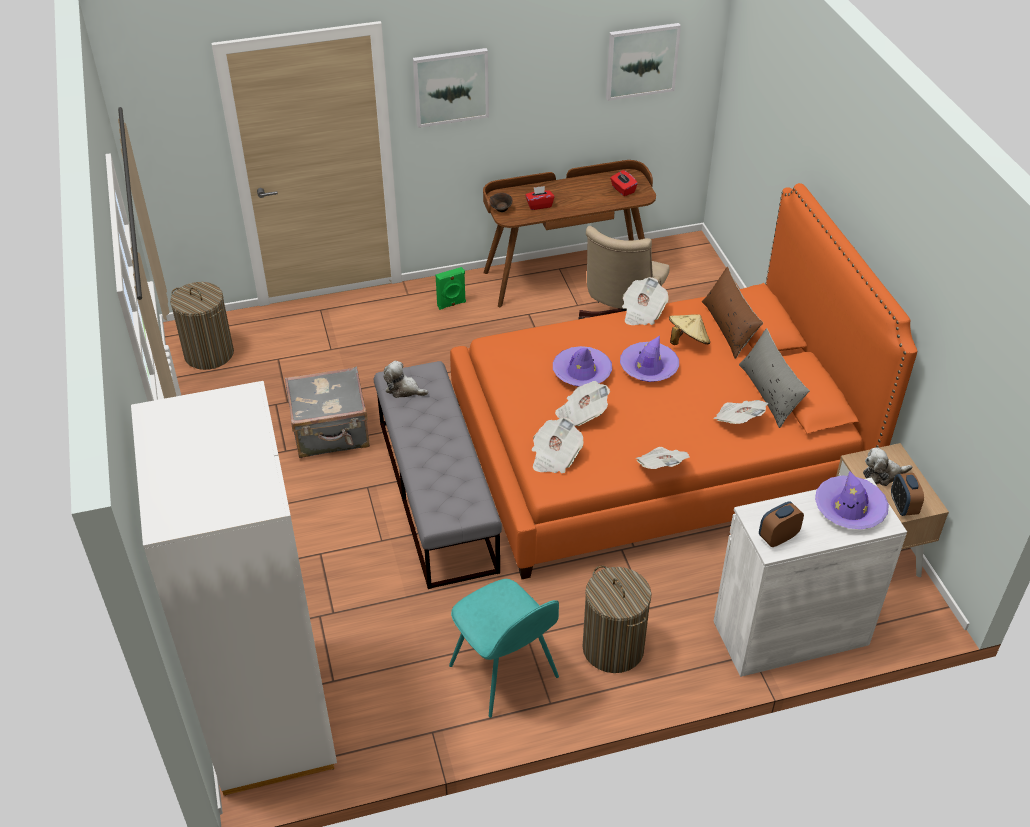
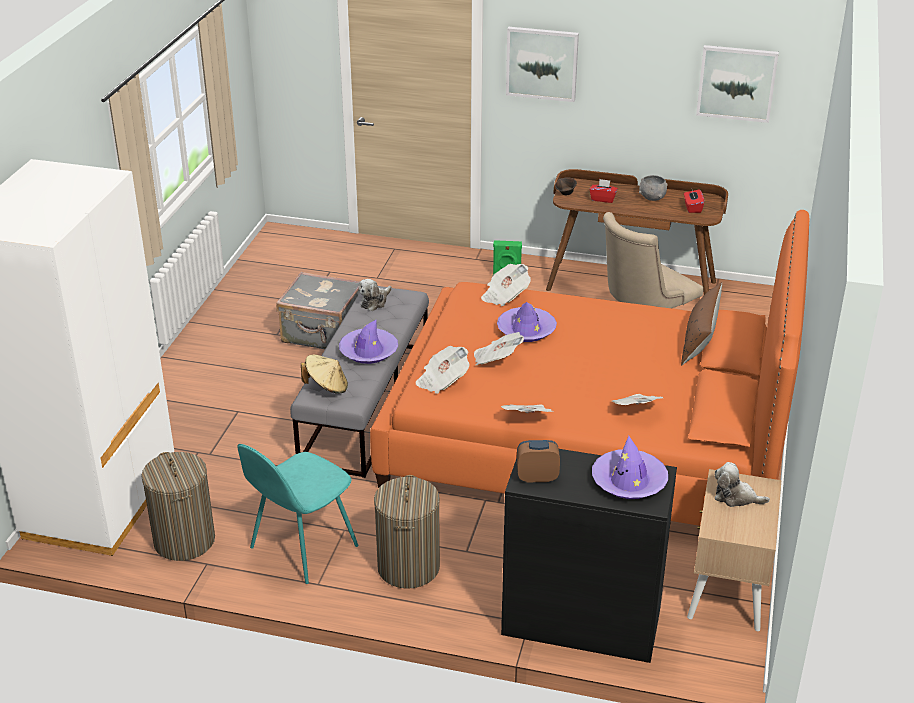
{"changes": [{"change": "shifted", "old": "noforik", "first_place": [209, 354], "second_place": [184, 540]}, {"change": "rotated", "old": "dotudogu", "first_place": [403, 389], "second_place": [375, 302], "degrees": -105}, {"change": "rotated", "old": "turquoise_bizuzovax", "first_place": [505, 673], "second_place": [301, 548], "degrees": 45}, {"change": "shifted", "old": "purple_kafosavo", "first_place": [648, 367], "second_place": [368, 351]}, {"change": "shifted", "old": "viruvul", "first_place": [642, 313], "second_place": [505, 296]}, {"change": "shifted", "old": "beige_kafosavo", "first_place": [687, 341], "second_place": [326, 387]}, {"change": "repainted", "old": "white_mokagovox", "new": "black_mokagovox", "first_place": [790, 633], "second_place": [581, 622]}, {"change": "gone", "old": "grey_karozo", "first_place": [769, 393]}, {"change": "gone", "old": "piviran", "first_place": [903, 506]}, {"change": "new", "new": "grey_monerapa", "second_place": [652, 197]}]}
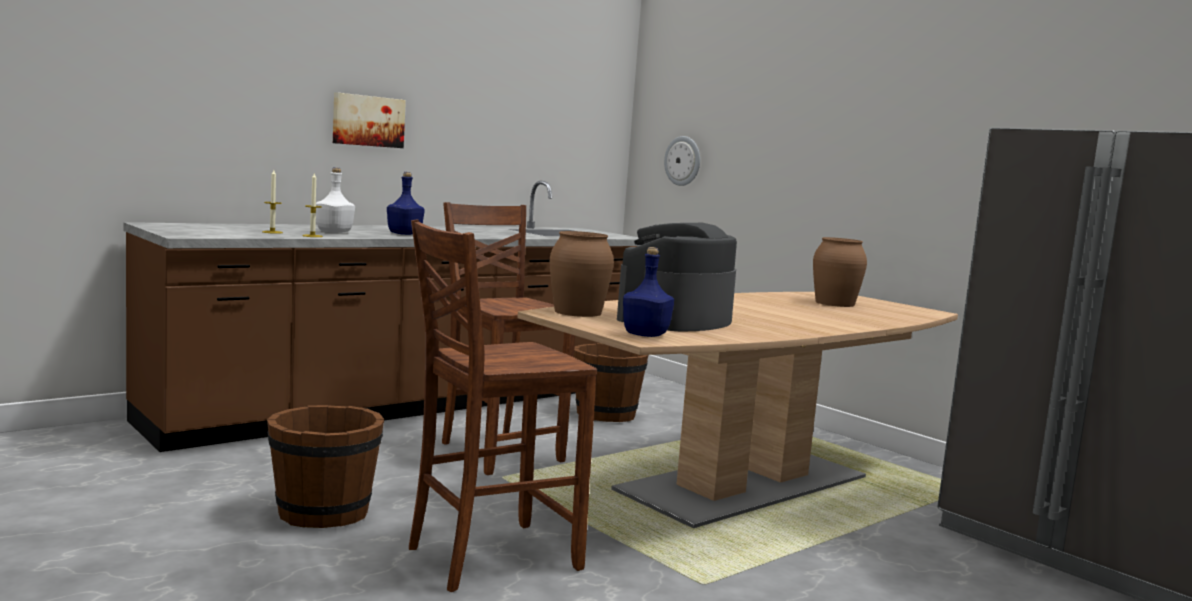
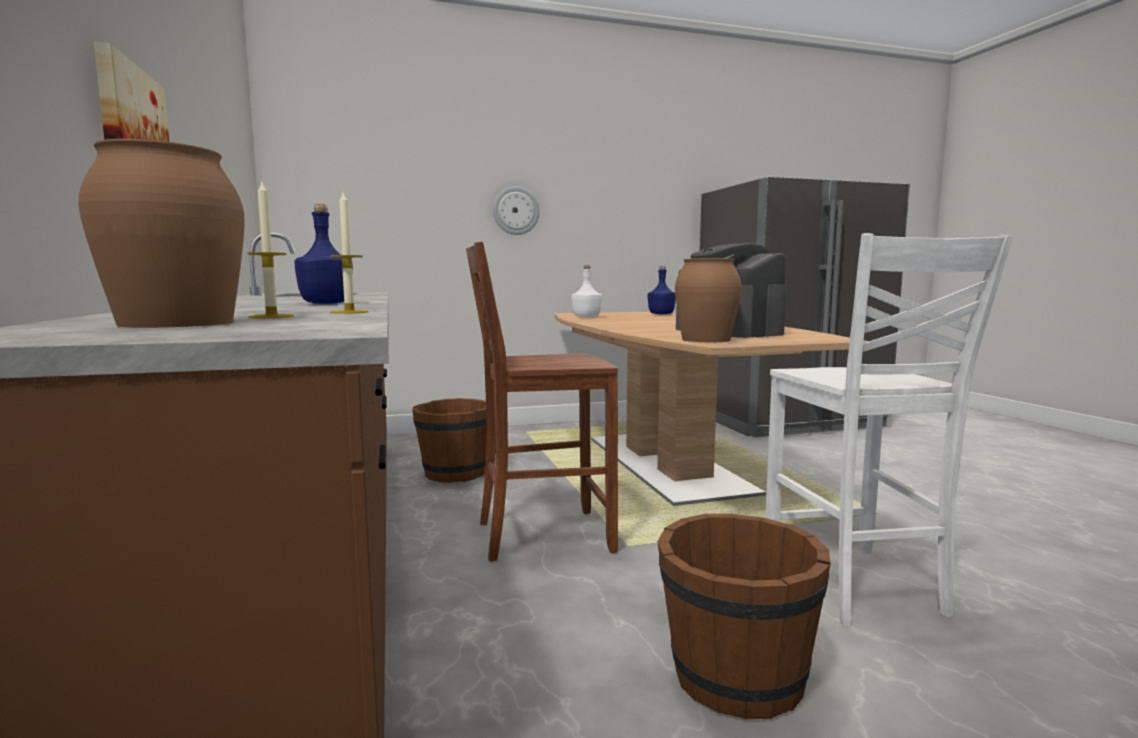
{"changes": [{"change": "shifted", "old": "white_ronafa", "first_place": [334, 232], "second_place": [587, 317]}, {"change": "repainted", "old": "brown_bizuzovax", "new": "white_bizuzovax", "first_place": [488, 557], "second_place": [853, 585]}, {"change": "shifted", "old": "blue_ronafa", "first_place": [644, 335], "second_place": [661, 314]}, {"change": "shifted", "old": "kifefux", "first_place": [683, 161], "second_place": [516, 211]}, {"change": "shifted", "old": "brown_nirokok", "first_place": [835, 303], "second_place": [177, 323]}]}
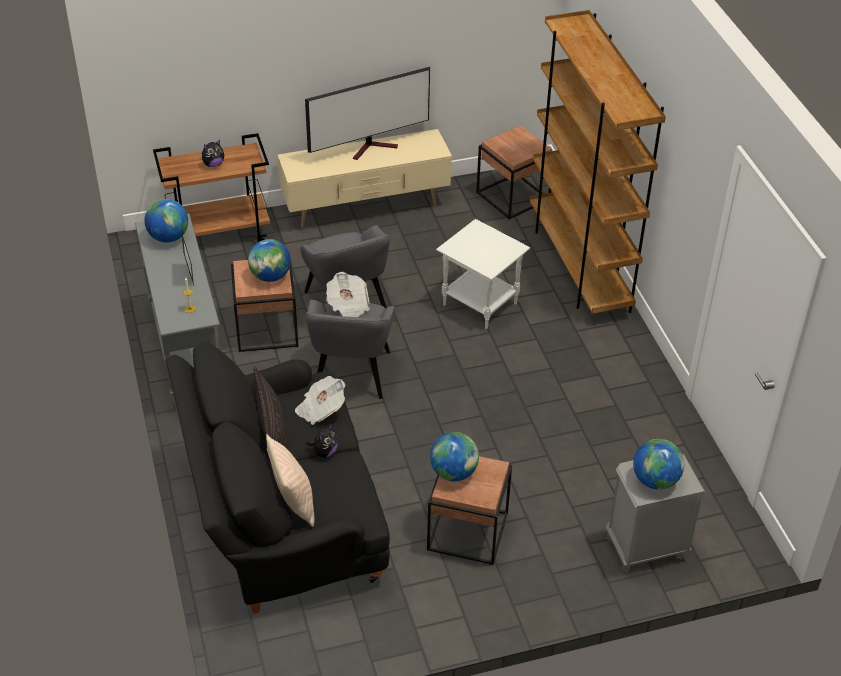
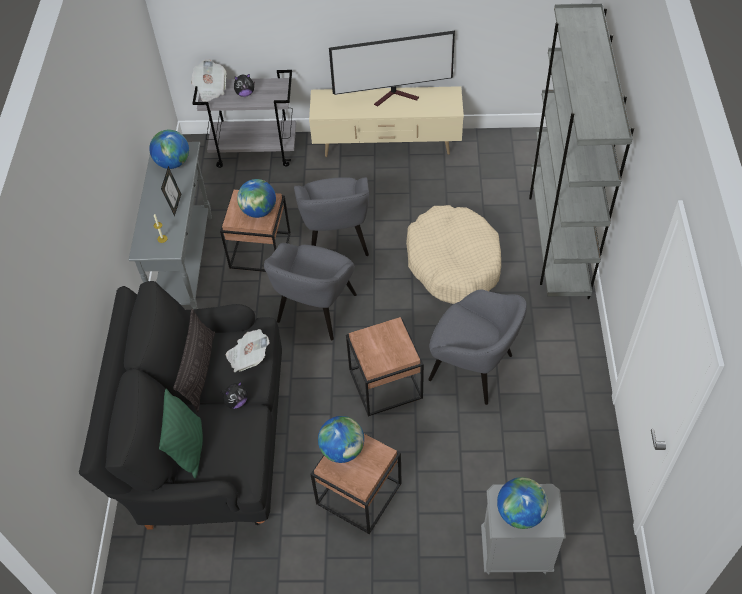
{"changes": [{"change": "repainted", "old": "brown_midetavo", "new": "grey_midetavo", "first_place": [220, 234], "second_place": [255, 150]}, {"change": "repainted", "old": "beige_karozo", "new": "green_karozo", "first_place": [294, 502], "second_place": [189, 448]}, {"change": "shifted", "old": "viruvul", "first_place": [348, 306], "second_place": [210, 89]}, {"change": "swapped", "old": "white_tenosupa", "new": "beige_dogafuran", "first_place": [480, 304], "second_place": [453, 263]}, {"change": "shifted", "old": "brown_tenosupa", "first_place": [514, 196], "second_place": [386, 384]}, {"change": "repainted", "old": "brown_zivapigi", "new": "grey_zivapigi", "first_place": [579, 265], "second_place": [557, 239]}, {"change": "new", "new": "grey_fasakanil", "second_place": [473, 368]}]}
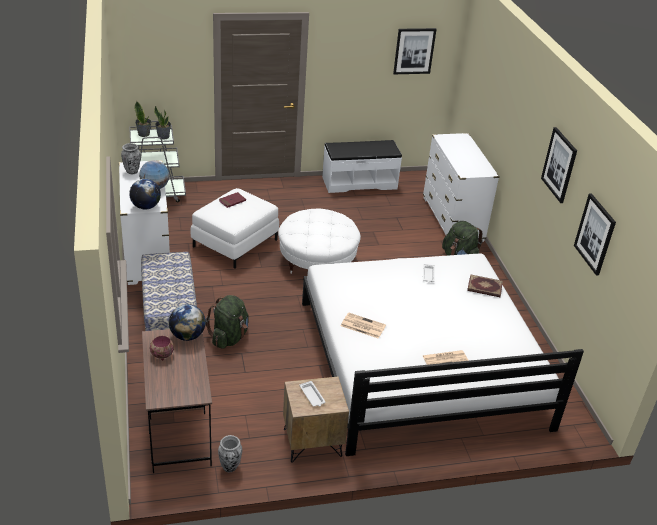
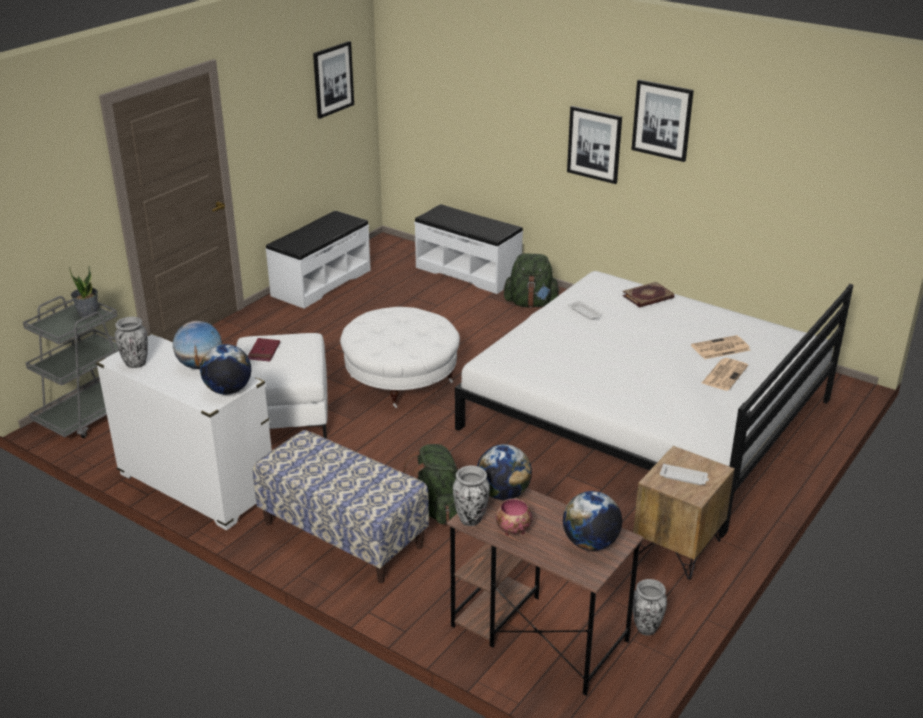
{"changes": [{"change": "gone", "old": "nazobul", "first_place": [144, 134]}, {"change": "shifted", "old": "viruvul", "first_place": [362, 326], "second_place": [720, 348]}, {"change": "swapped", "old": "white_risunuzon", "new": "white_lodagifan", "first_place": [452, 219], "second_place": [468, 272]}, {"change": "shifted", "old": "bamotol", "first_place": [595, 234], "second_place": [594, 144]}, {"change": "new", "new": "nirokok", "second_place": [471, 519]}, {"change": "new", "new": "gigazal", "second_place": [590, 543]}]}
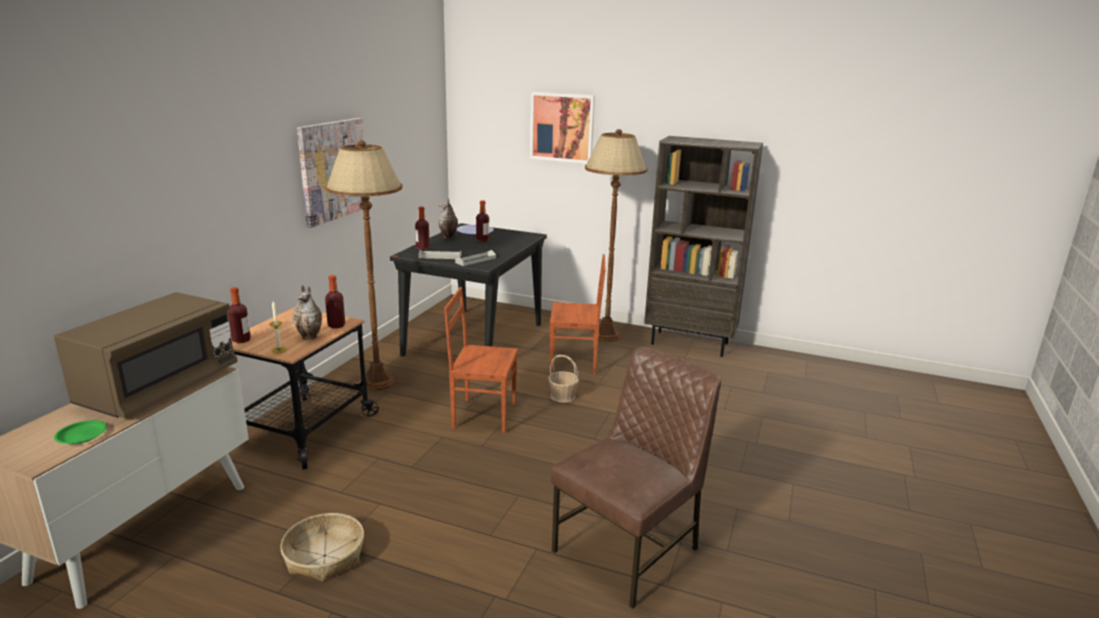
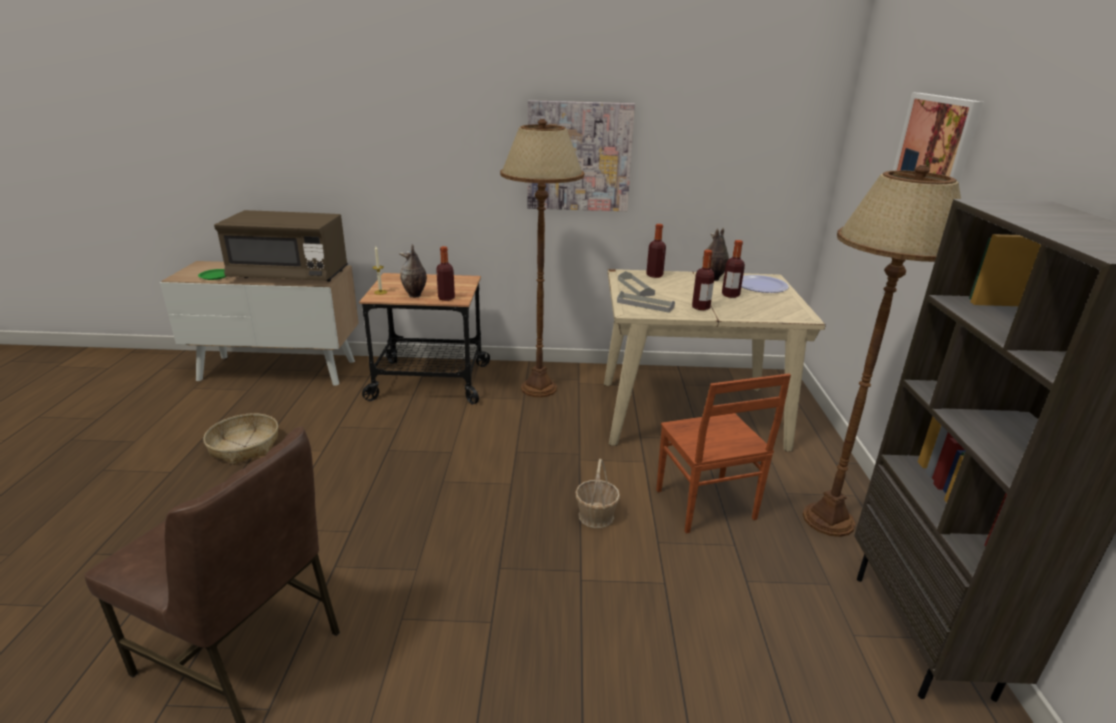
{"changes": [{"change": "shifted", "old": "ronafa", "first_place": [241, 340], "second_place": [700, 307]}, {"change": "repainted", "old": "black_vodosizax", "new": "beige_vodosizax", "first_place": [474, 339], "second_place": [688, 414]}, {"change": "gone", "old": "brown_bizuzovax", "first_place": [483, 414]}]}
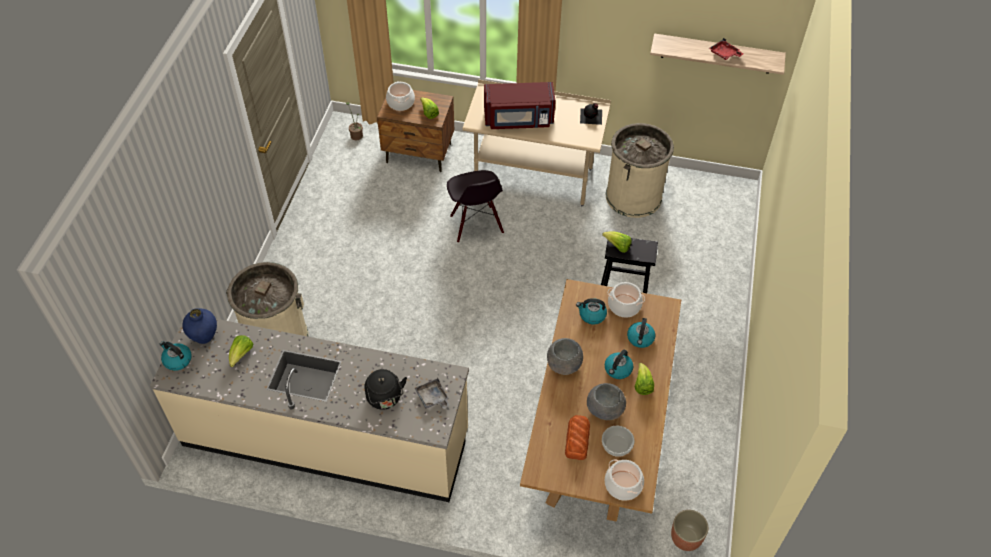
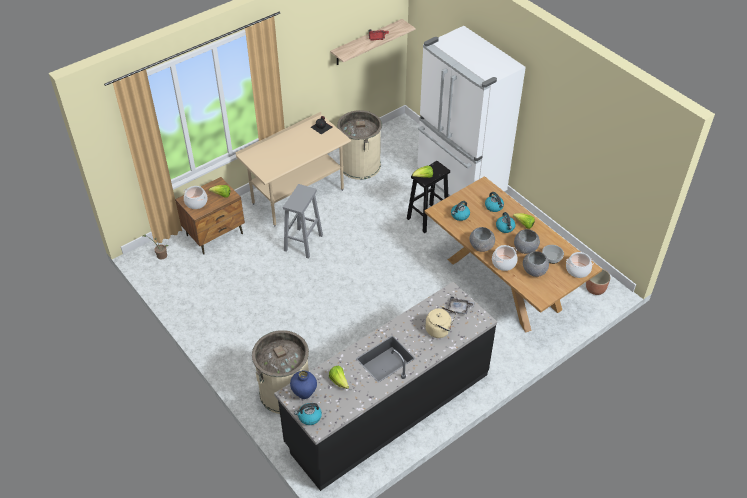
{"changes": [{"change": "repainted", "old": "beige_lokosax", "new": "black_lokosax", "first_place": [326, 438], "second_place": [388, 408]}, {"change": "repainted", "old": "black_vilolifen", "new": "beige_vilolifen", "first_place": [385, 399], "second_place": [440, 330]}, {"change": "swapped", "old": "black_bizuzovax", "new": "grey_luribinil", "first_place": [476, 224], "second_place": [303, 243]}, {"change": "gone", "old": "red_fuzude", "first_place": [518, 119]}, {"change": "swapped", "old": "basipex", "new": "grey_monerapa", "first_place": [577, 439], "second_place": [534, 270]}, {"change": "shifted", "old": "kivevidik", "first_place": [624, 306], "second_place": [503, 263]}, {"change": "new", "new": "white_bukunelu", "second_place": [459, 184]}]}
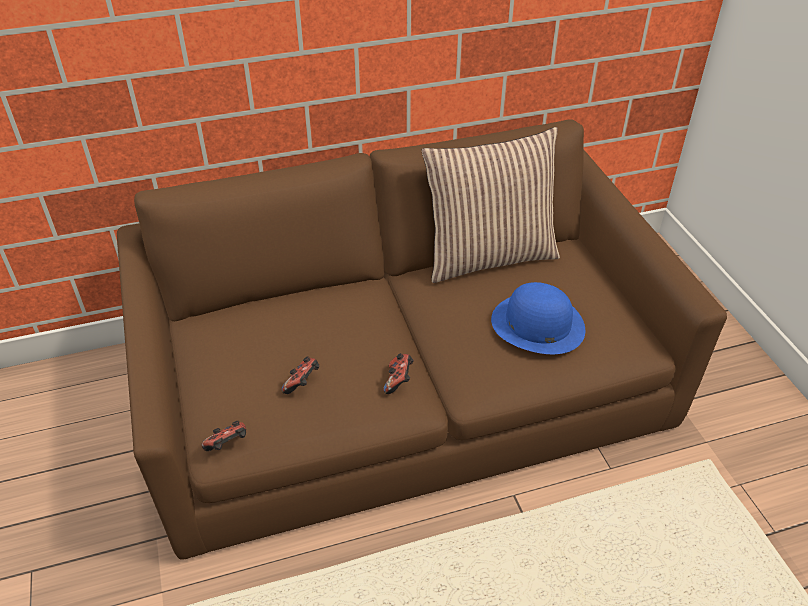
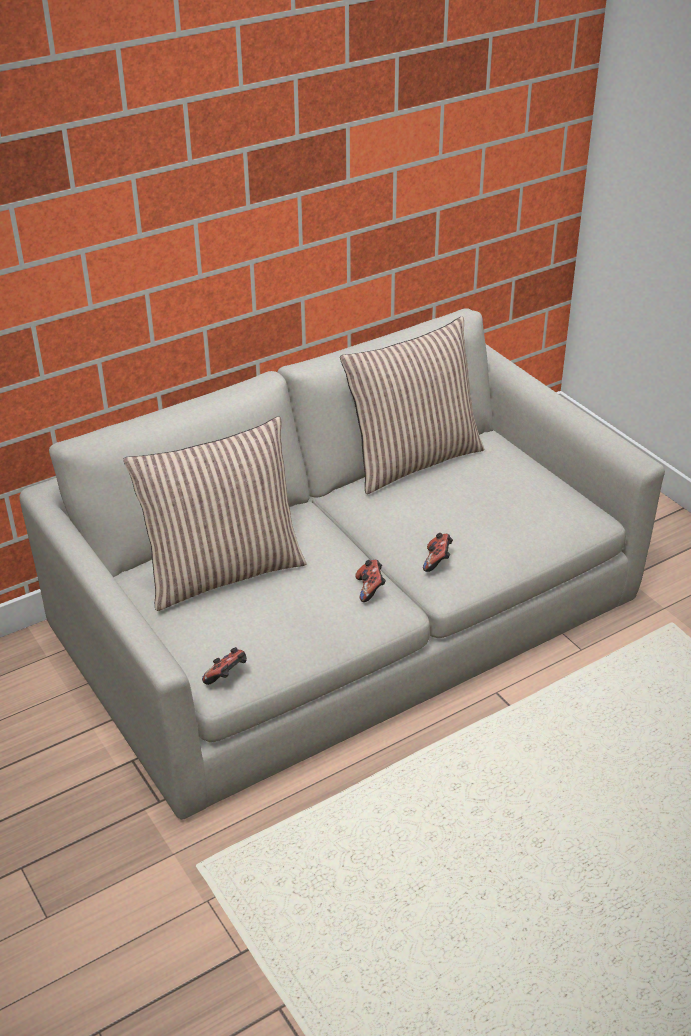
{"changes": [{"change": "repainted", "old": "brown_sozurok", "new": "grey_sozurok", "first_place": [405, 384], "second_place": [347, 614]}, {"change": "shifted", "old": "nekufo", "first_place": [303, 384], "second_place": [437, 561]}, {"change": "gone", "old": "blue_kafosavo", "first_place": [537, 324]}, {"change": "new", "new": "karozo", "second_place": [223, 571]}]}
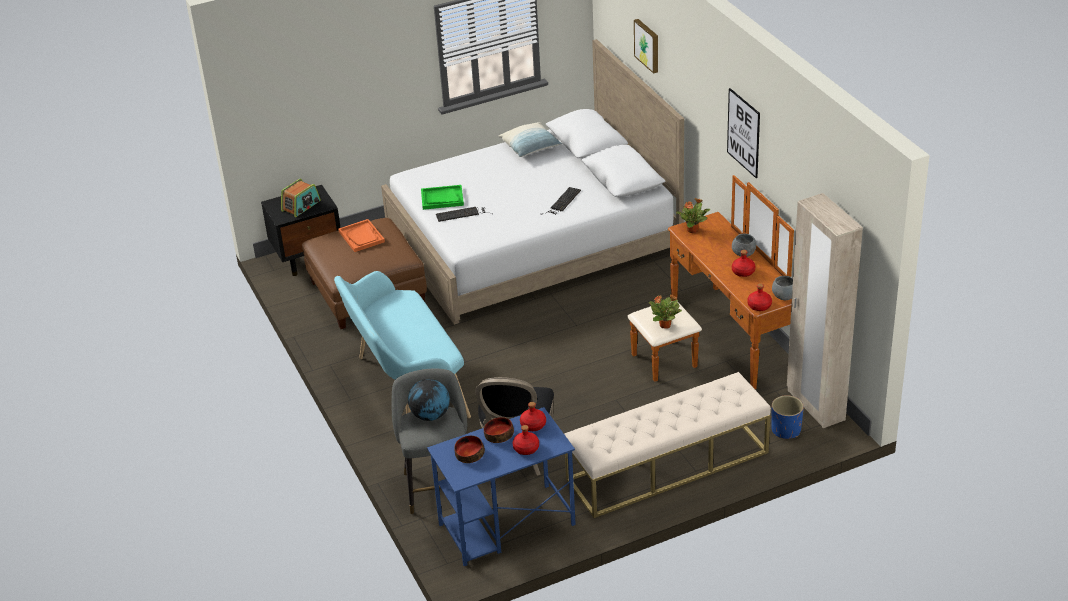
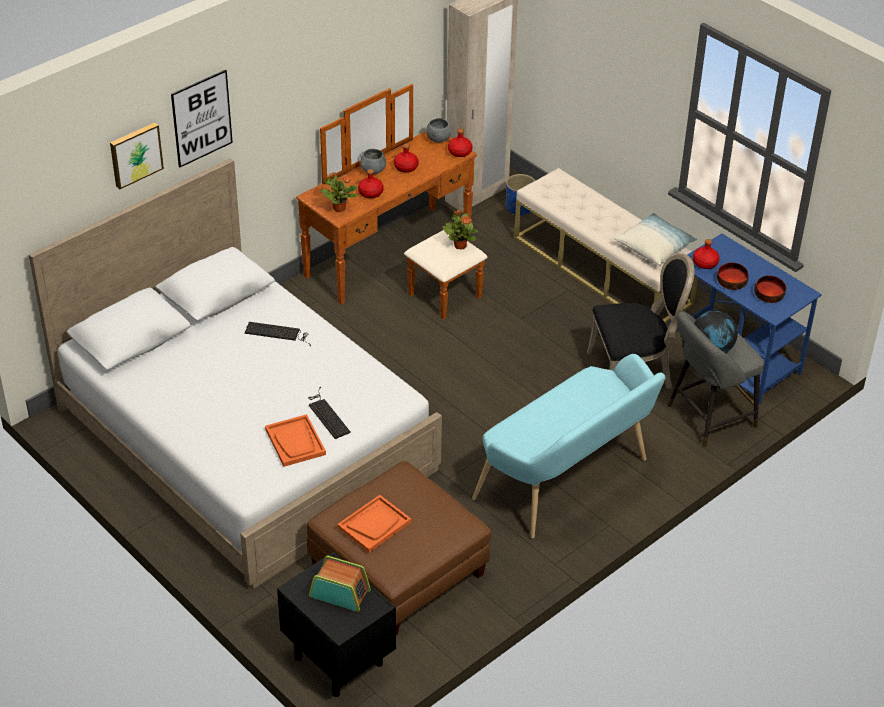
{"changes": [{"change": "repainted", "old": "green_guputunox", "new": "orange_guputunox", "first_place": [442, 198], "second_place": [295, 442]}, {"change": "shifted", "old": "karozo", "first_place": [530, 147], "second_place": [654, 247]}, {"change": "shifted", "old": "red_ronafa", "first_place": [526, 448], "second_place": [370, 193]}, {"change": "shifted", "old": "bamotol", "first_place": [743, 133], "second_place": [201, 118]}]}
